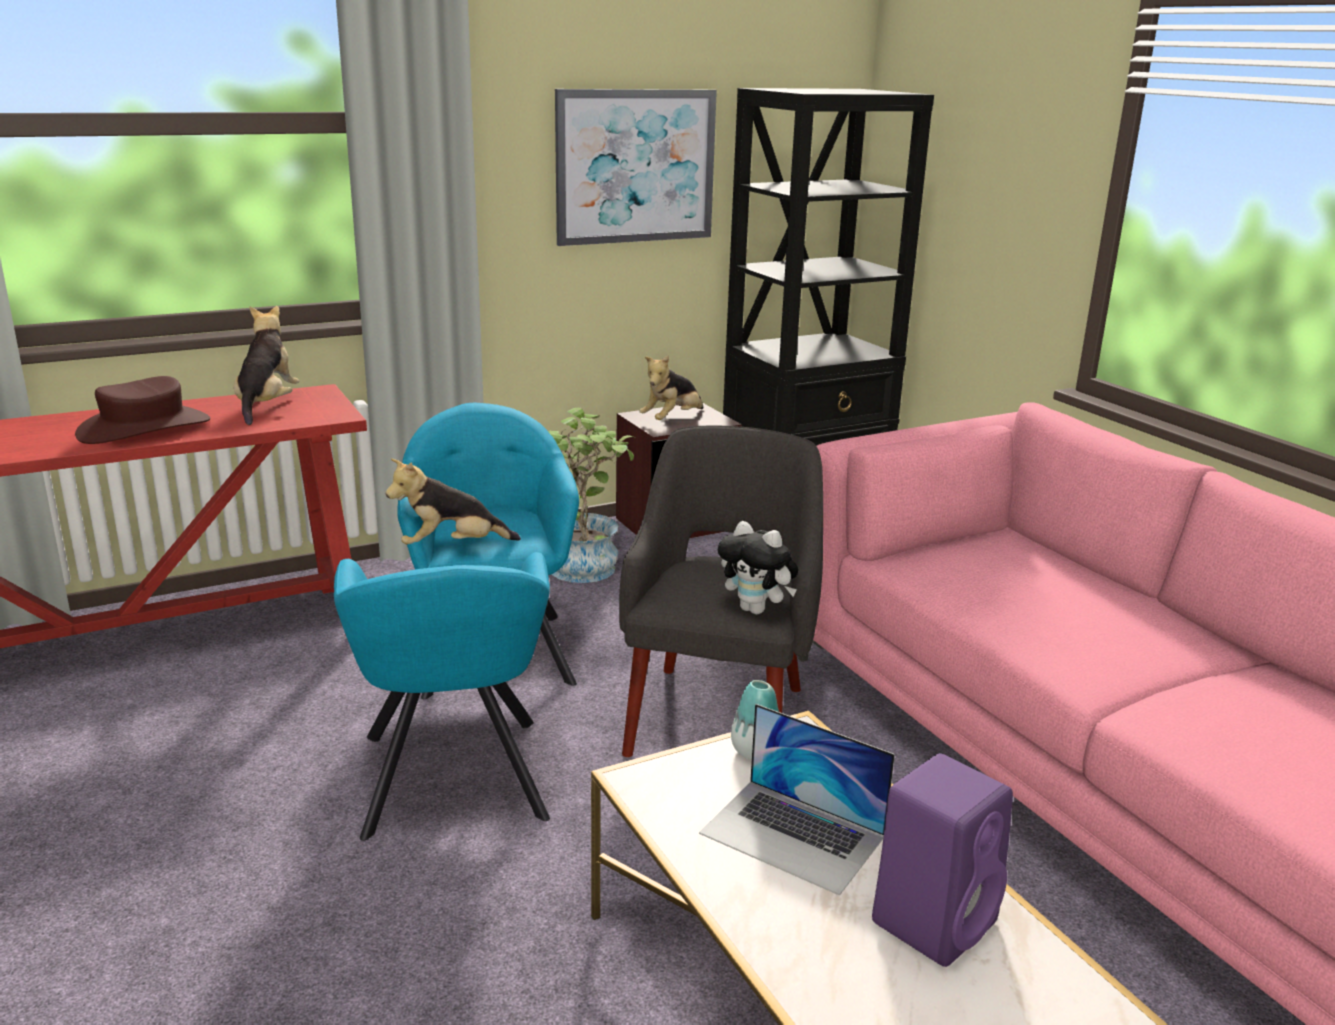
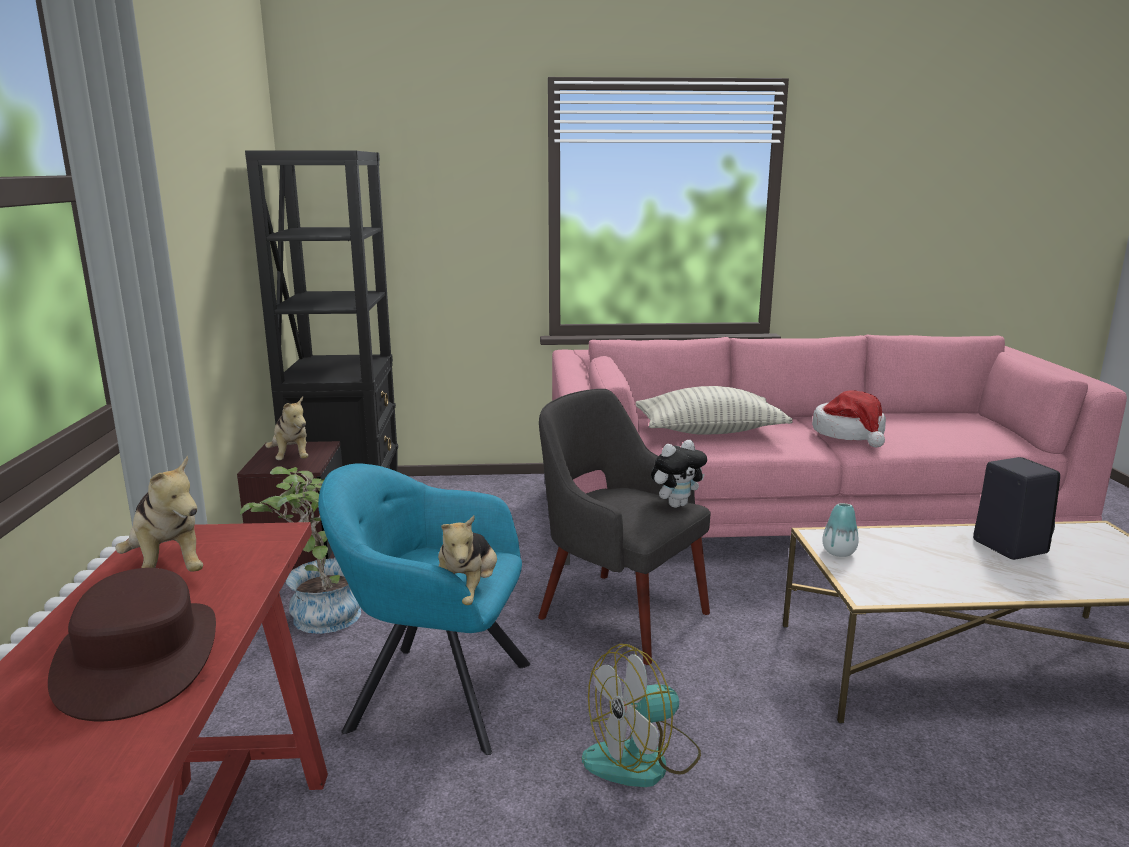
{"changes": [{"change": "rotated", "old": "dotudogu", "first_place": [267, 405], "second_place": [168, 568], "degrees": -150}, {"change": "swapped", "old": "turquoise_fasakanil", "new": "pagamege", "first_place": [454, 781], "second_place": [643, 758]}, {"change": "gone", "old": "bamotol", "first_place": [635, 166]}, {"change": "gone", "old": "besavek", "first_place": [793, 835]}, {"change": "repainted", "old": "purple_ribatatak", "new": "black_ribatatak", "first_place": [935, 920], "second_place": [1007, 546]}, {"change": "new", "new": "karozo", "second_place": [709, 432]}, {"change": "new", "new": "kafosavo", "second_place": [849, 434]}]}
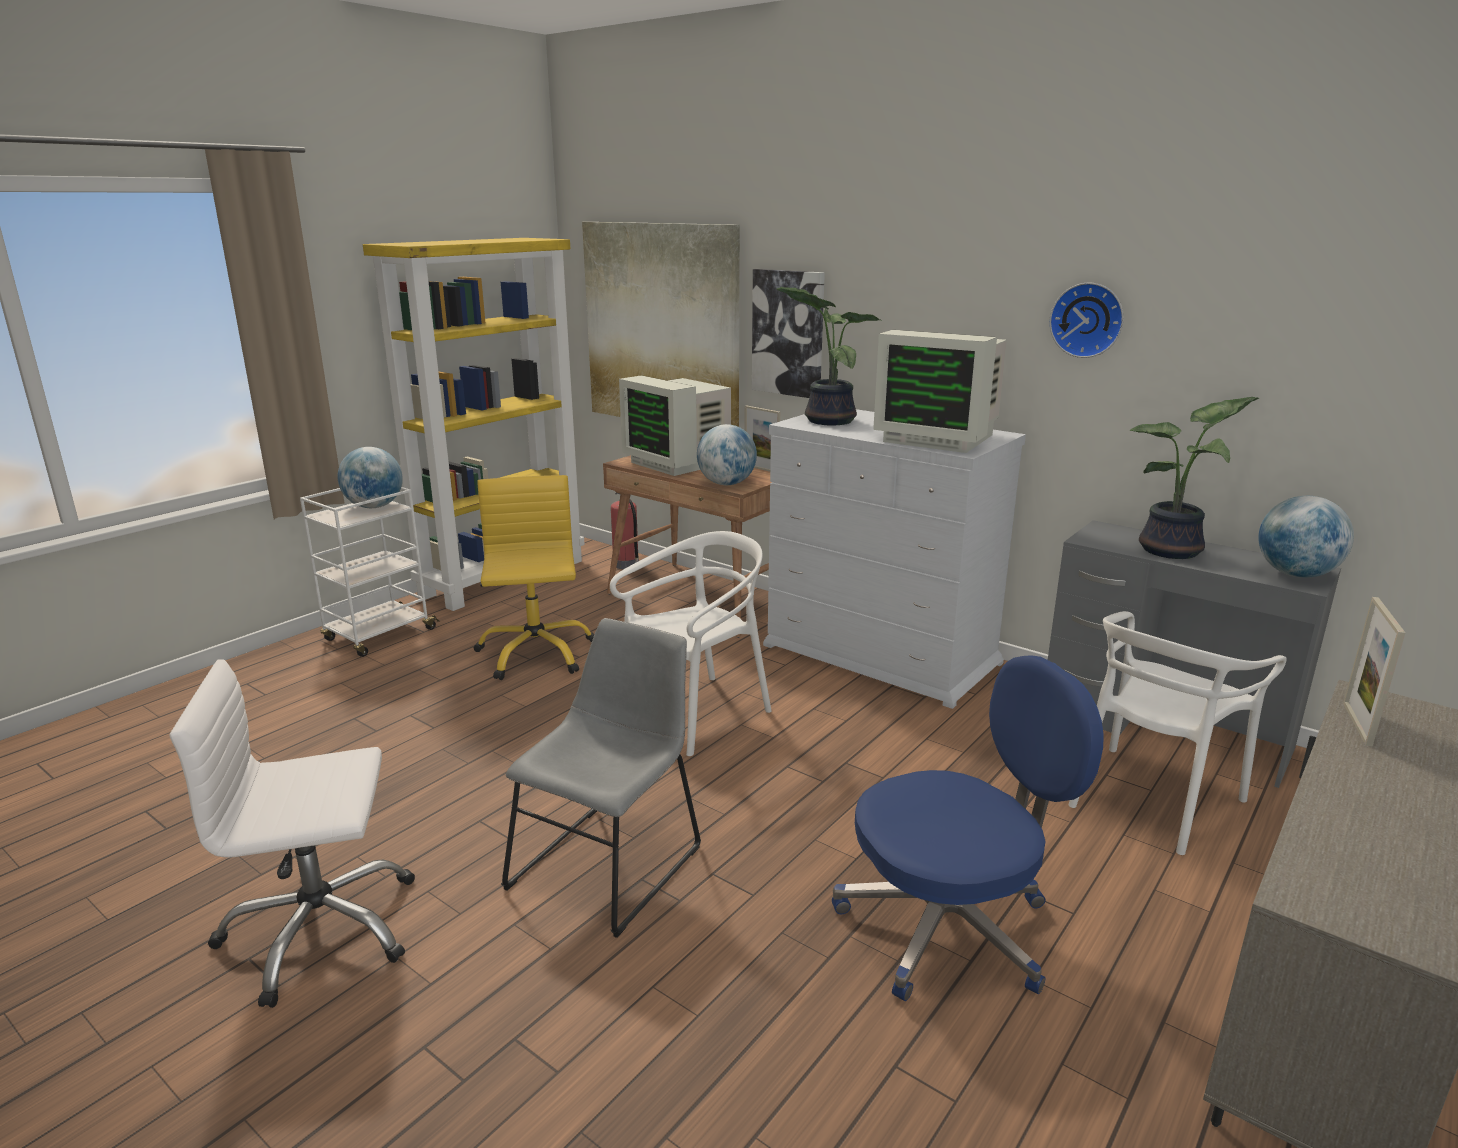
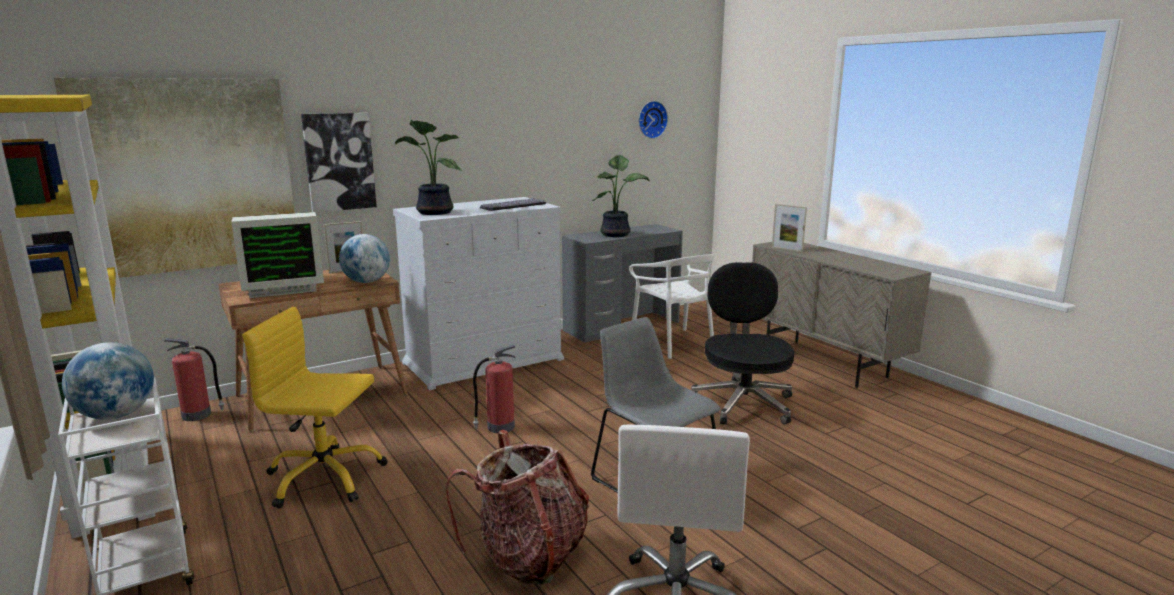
{"changes": [{"change": "swapped", "old": "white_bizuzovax", "new": "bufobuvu", "first_place": [696, 713], "second_place": [499, 427]}, {"change": "repainted", "old": "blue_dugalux", "new": "black_dugalux", "first_place": [949, 926], "second_place": [743, 403]}, {"change": "swapped", "old": "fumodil", "new": "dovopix", "first_place": [938, 438], "second_place": [511, 205]}, {"change": "shifted", "old": "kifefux", "first_place": [1087, 320], "second_place": [651, 119]}, {"change": "gone", "old": "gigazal", "first_place": [1295, 574]}, {"change": "new", "new": "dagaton", "second_place": [528, 555]}]}
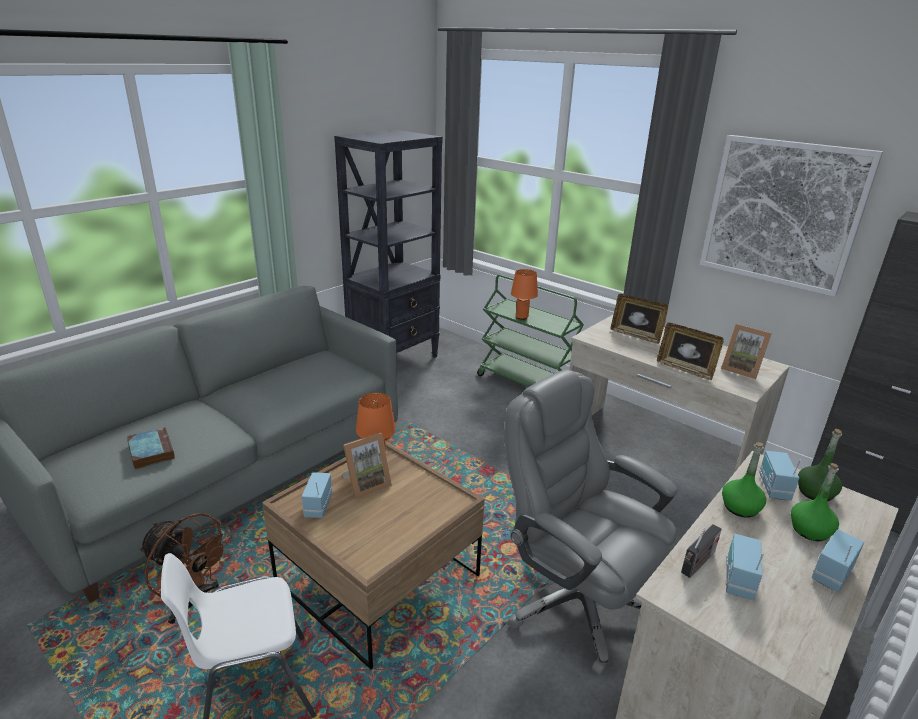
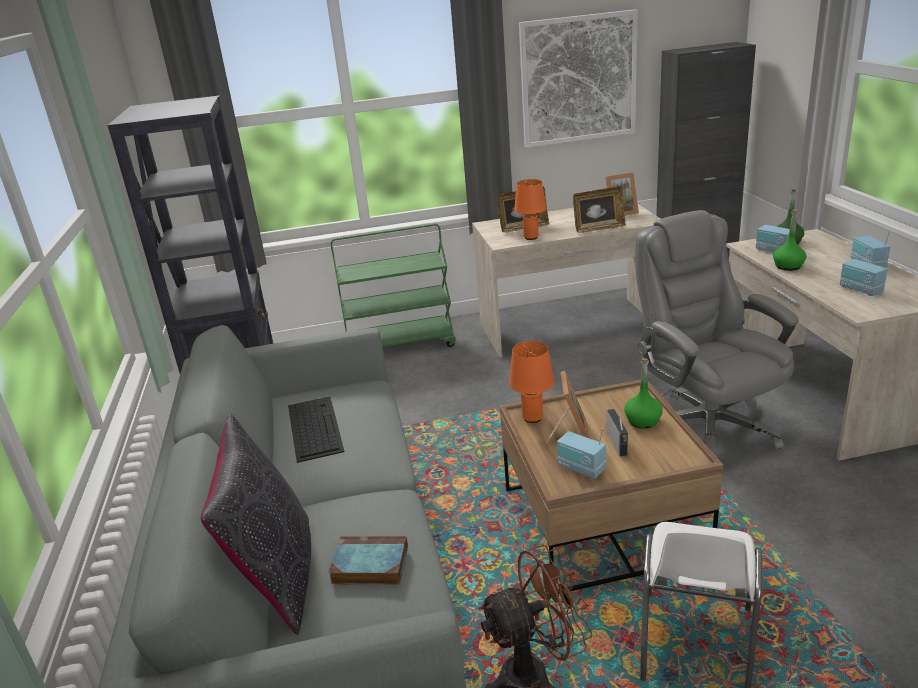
{"changes": [{"change": "rotated", "old": "grey_dugalux", "first_place": [576, 601], "second_place": [706, 426], "degrees": 75}, {"change": "shifted", "old": "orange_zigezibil", "first_place": [522, 317], "second_place": [531, 237]}, {"change": "shifted", "old": "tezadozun", "first_place": [697, 564], "second_place": [618, 444]}, {"change": "shifted", "old": "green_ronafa", "first_place": [810, 530], "second_place": [642, 421]}, {"change": "new", "new": "black_karozo", "second_place": [277, 575]}, {"change": "new", "new": "dovopix", "second_place": [314, 427]}]}
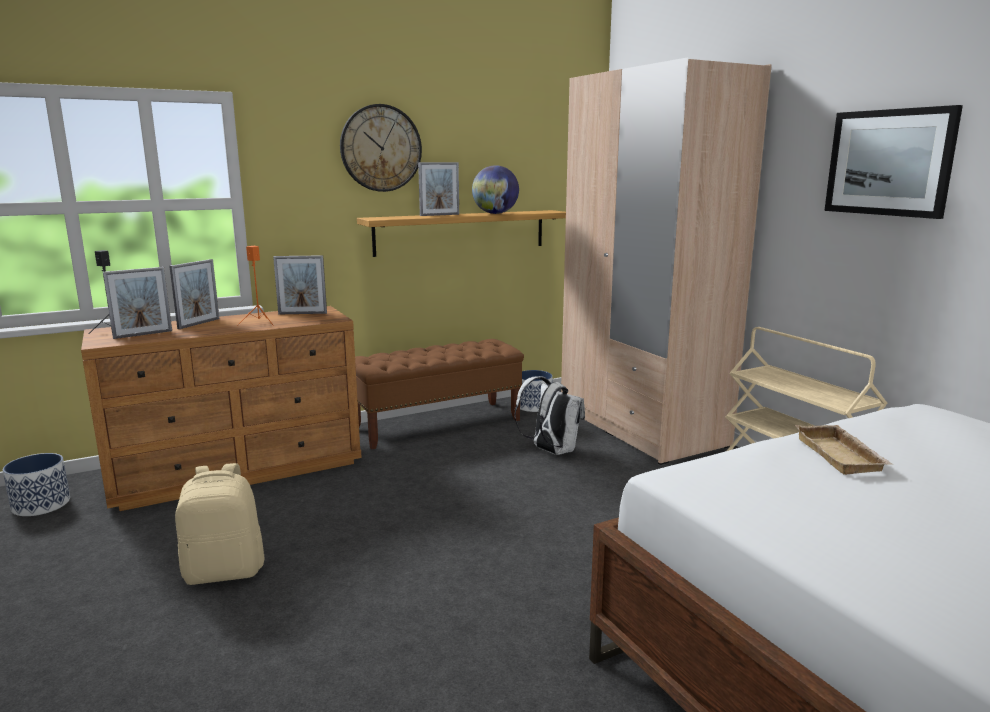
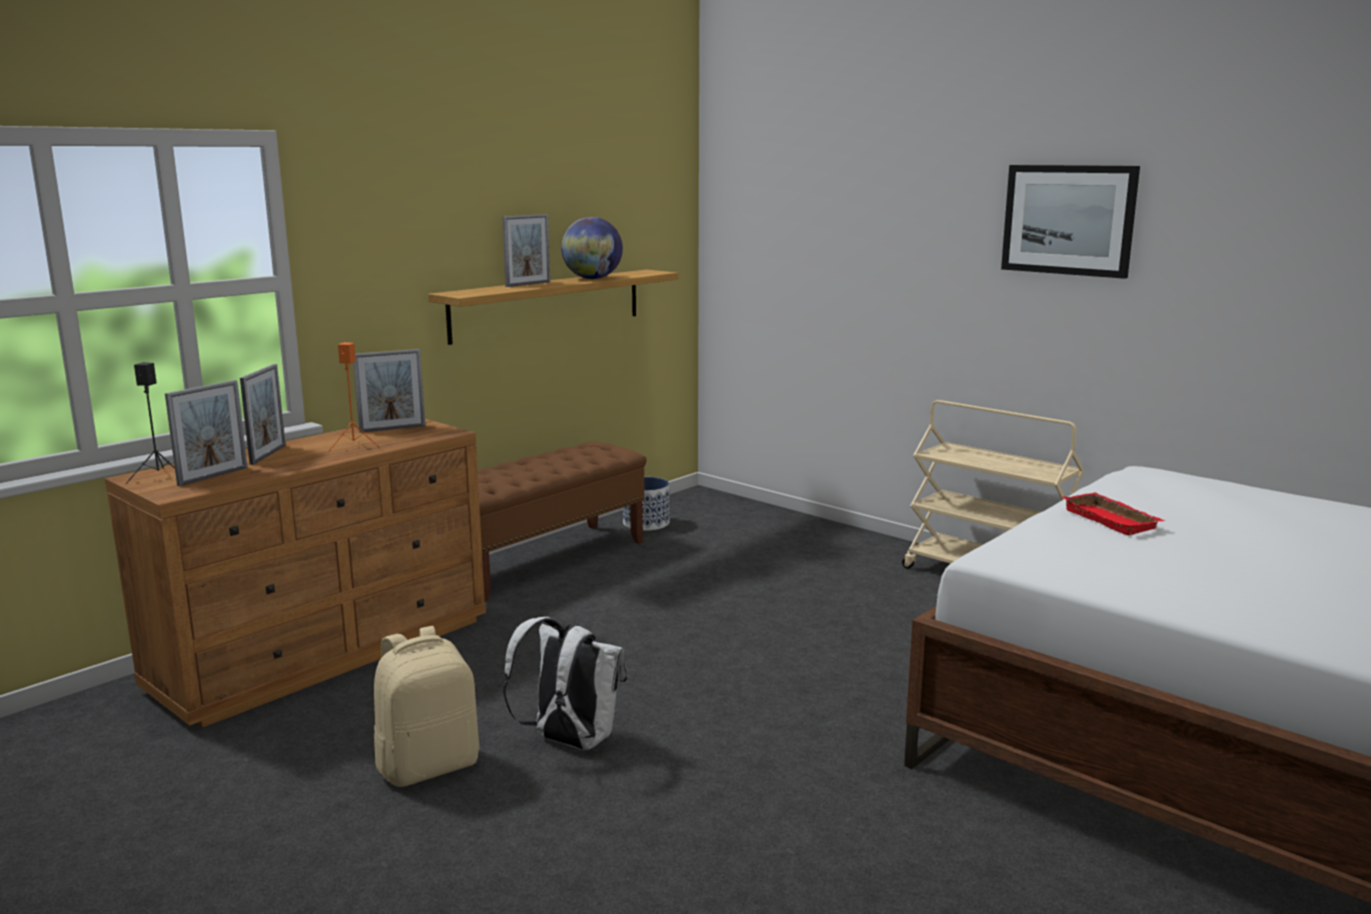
{"changes": [{"change": "gone", "old": "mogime", "first_place": [41, 504]}, {"change": "gone", "old": "kifefux", "first_place": [381, 148]}, {"change": "shifted", "old": "white_dagaton", "first_place": [550, 451], "second_place": [569, 741]}, {"change": "gone", "old": "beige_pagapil", "first_place": [641, 427]}, {"change": "repainted", "old": "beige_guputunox", "new": "red_guputunox", "first_place": [842, 456], "second_place": [1113, 520]}]}
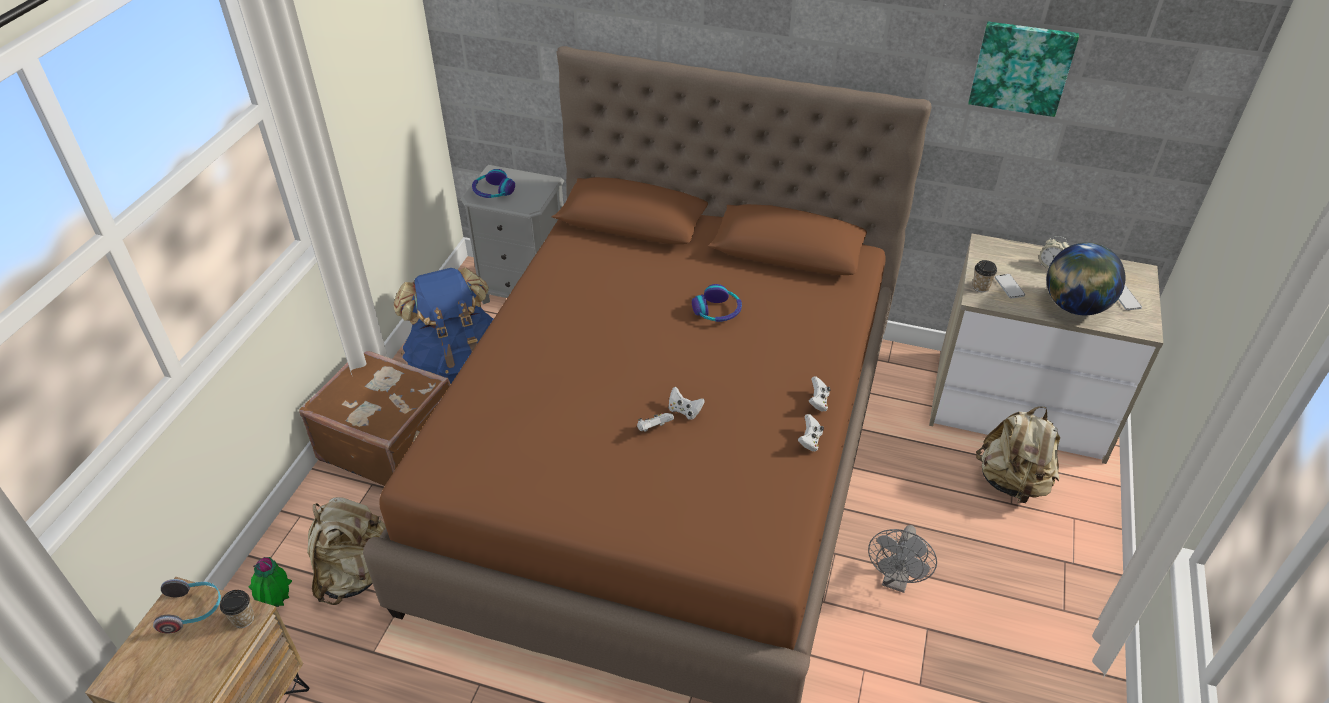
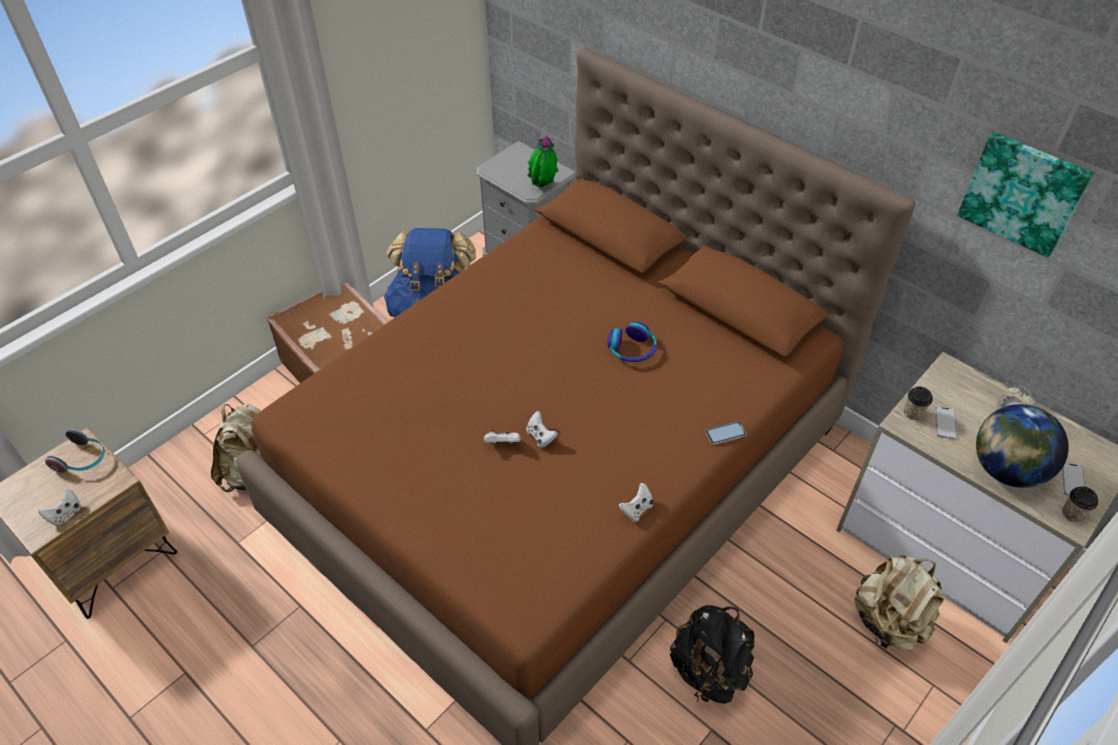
{"changes": [{"change": "shifted", "old": "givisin", "first_place": [243, 619], "second_place": [1072, 514]}, {"change": "shifted", "old": "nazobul", "first_place": [278, 604], "second_place": [543, 187]}, {"change": "gone", "old": "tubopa", "first_place": [493, 191]}, {"change": "shifted", "old": "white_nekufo", "first_place": [818, 402], "second_place": [65, 514]}, {"change": "swapped", "old": "grey_pagamege", "new": "black_dagaton", "first_place": [896, 580], "second_place": [709, 670]}, {"change": "new", "new": "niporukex", "second_place": [725, 433]}]}
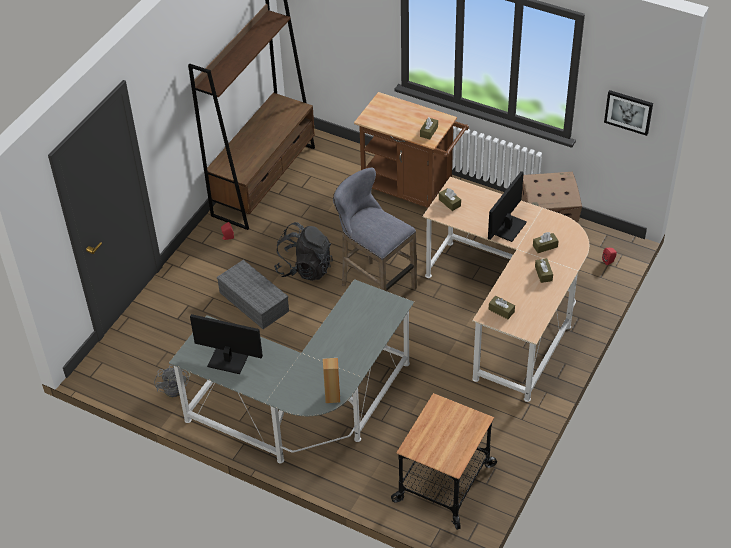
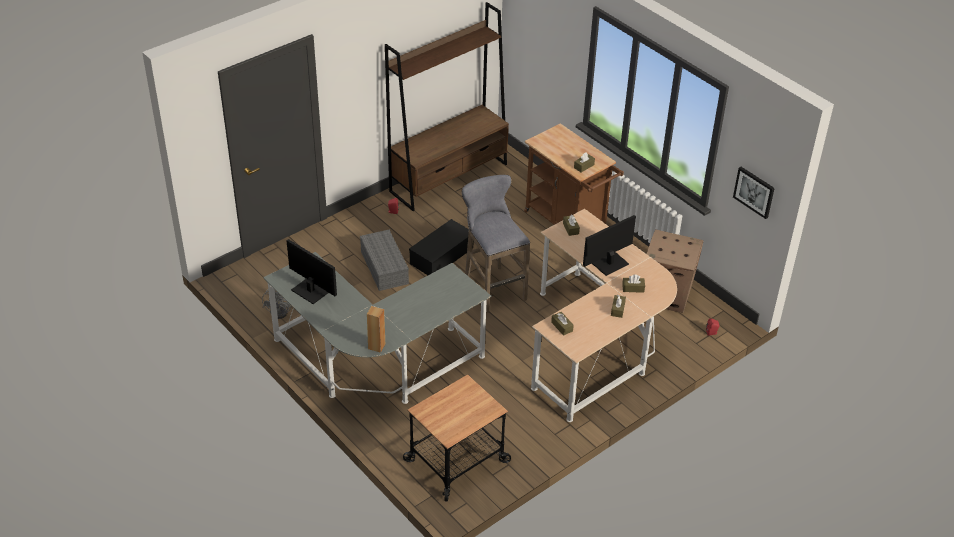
{"changes": [{"change": "swapped", "old": "black_dagaton", "new": "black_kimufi", "first_place": [305, 268], "second_place": [441, 255]}]}
